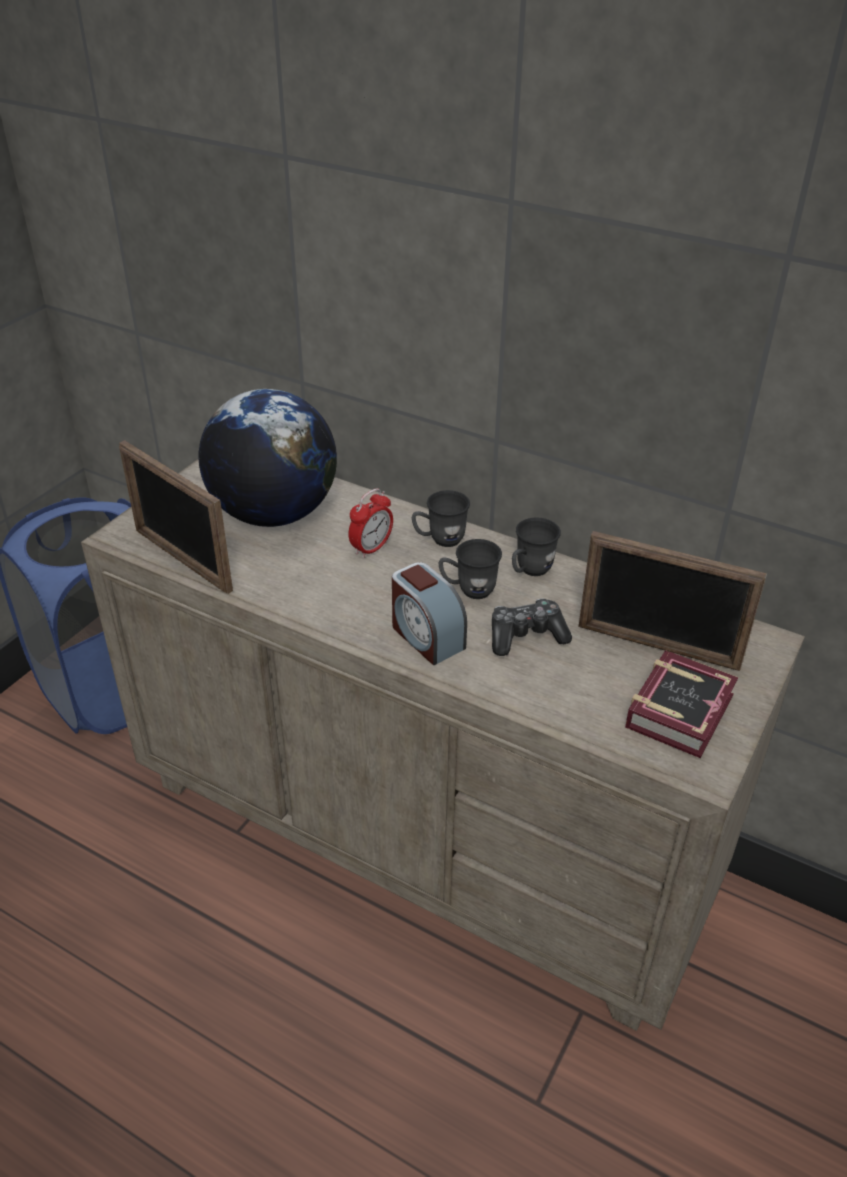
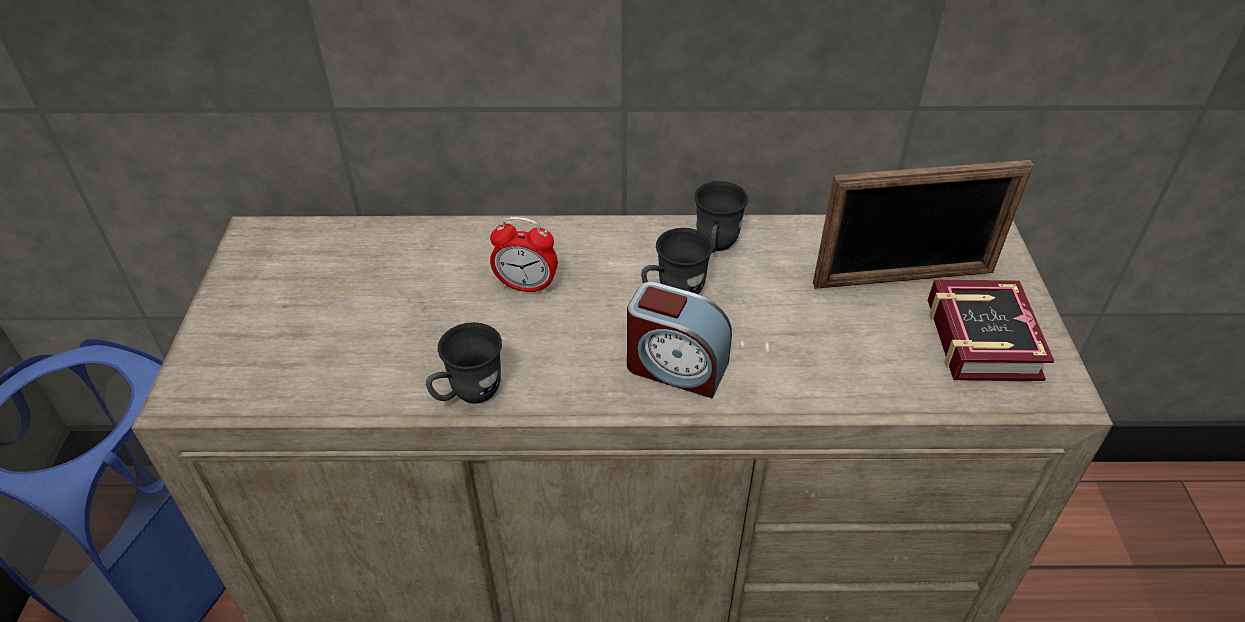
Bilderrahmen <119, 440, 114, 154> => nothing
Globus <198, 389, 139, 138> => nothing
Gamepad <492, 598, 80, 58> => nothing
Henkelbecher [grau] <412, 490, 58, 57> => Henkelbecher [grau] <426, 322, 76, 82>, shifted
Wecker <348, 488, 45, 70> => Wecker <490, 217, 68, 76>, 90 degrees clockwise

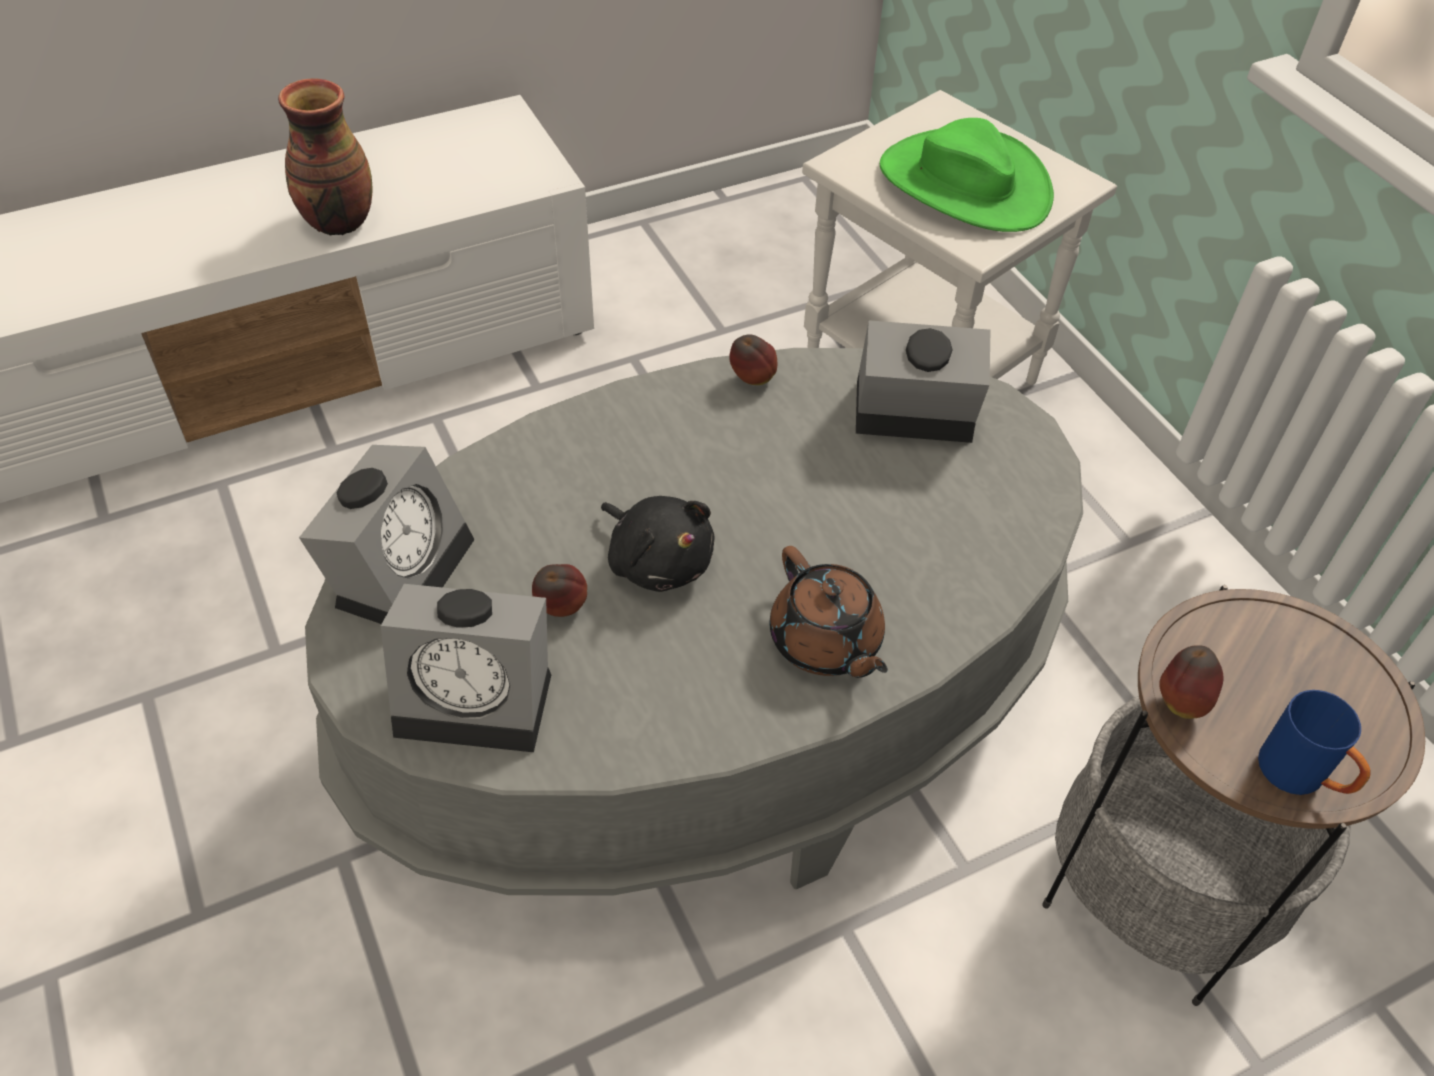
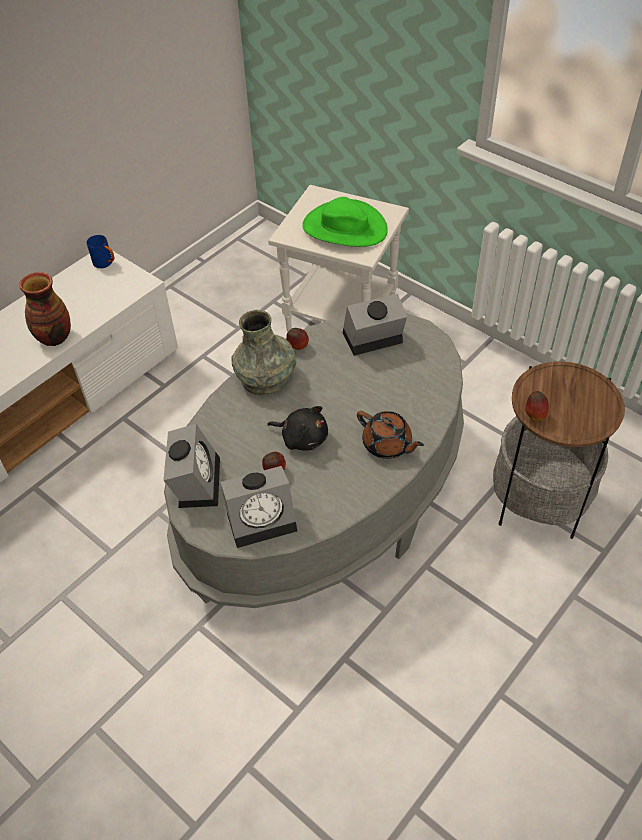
nothing => Vase [grau] <231, 310, 65, 85>
Henkelbecher [blau] <1258, 690, 113, 105> => Henkelbecher [blau] <86, 235, 28, 33>, shifted

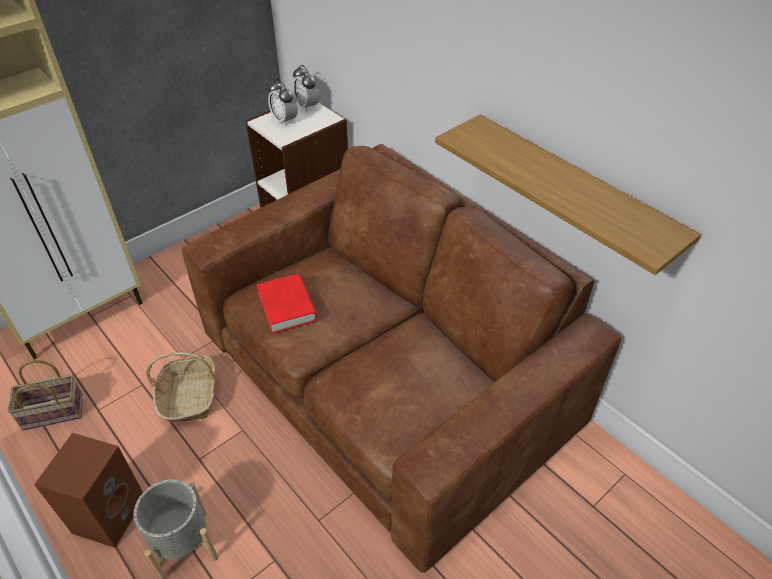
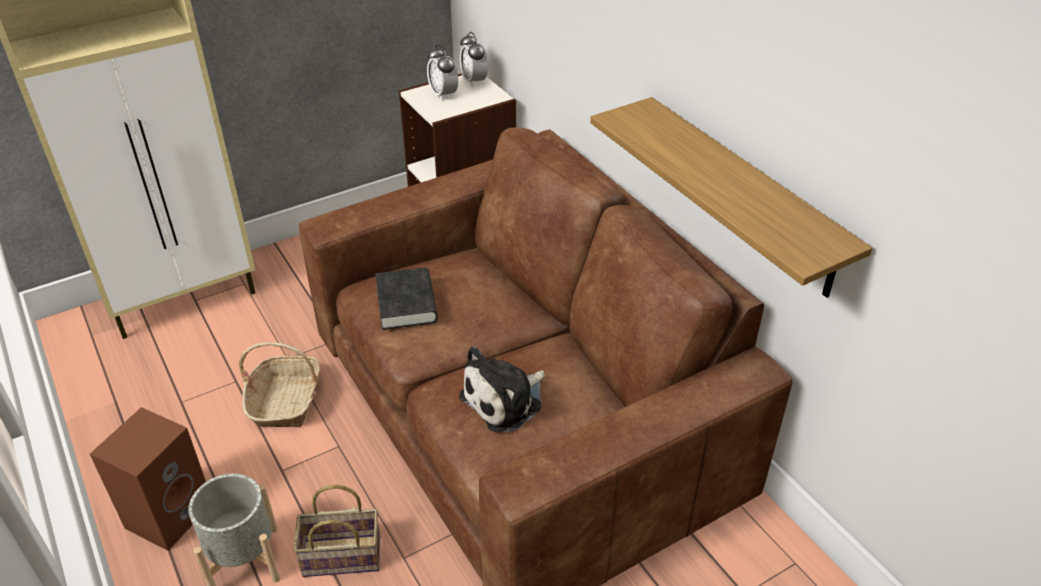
nothing => Plüschtier <459, 346, 86, 86>
Korb <8, 360, 75, 70> => Korb <293, 485, 88, 92>, shifted
Buch [rot] <256, 274, 61, 60> => Buch [schwarz] <375, 267, 63, 63>

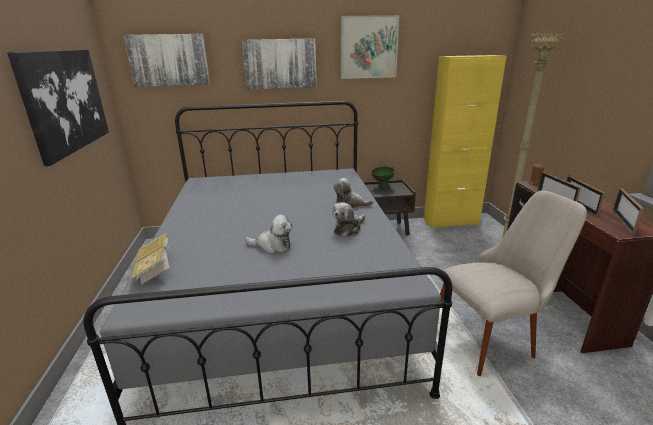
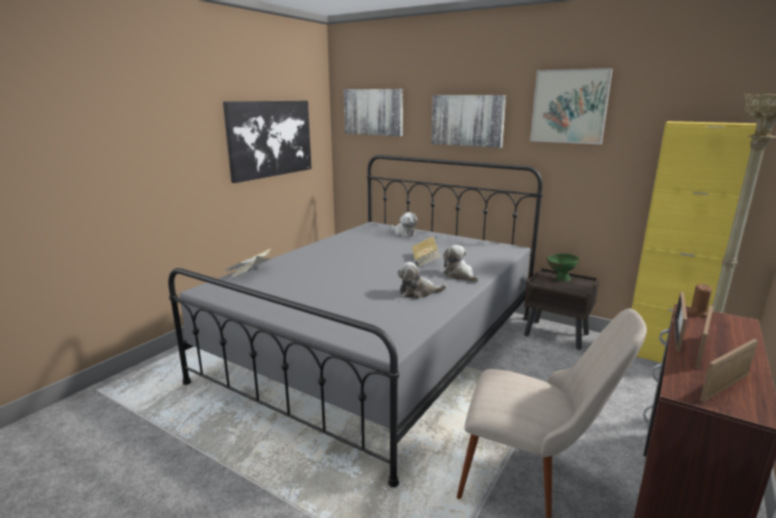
nothing => Buch <412, 236, 29, 31>
Plüschtier <245, 215, 48, 39> => Plüschtier <391, 212, 27, 25>, shifted

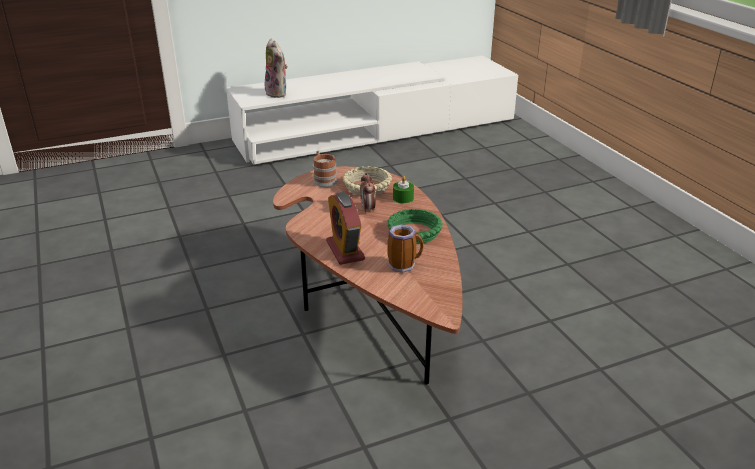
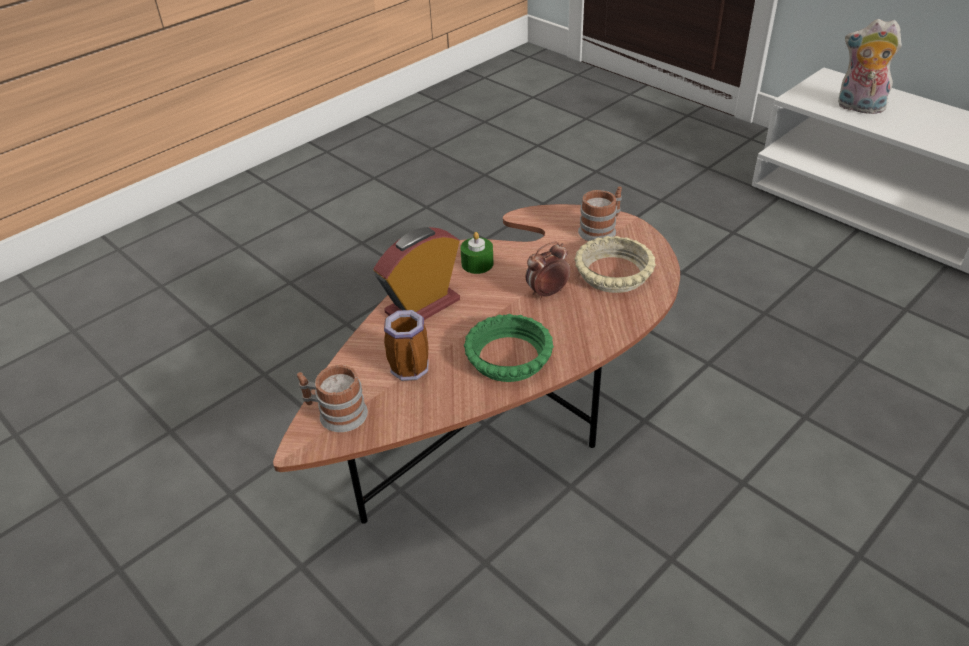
nothing => Henkelbecher <297, 365, 71, 67>
Kerze [grün] <393, 176, 21, 28> => Kerze [grün] <460, 232, 34, 42>, shifted
Plüschtier <265, 39, 23, 59> => Plüschtier <838, 19, 64, 97>, 75 degrees clockwise

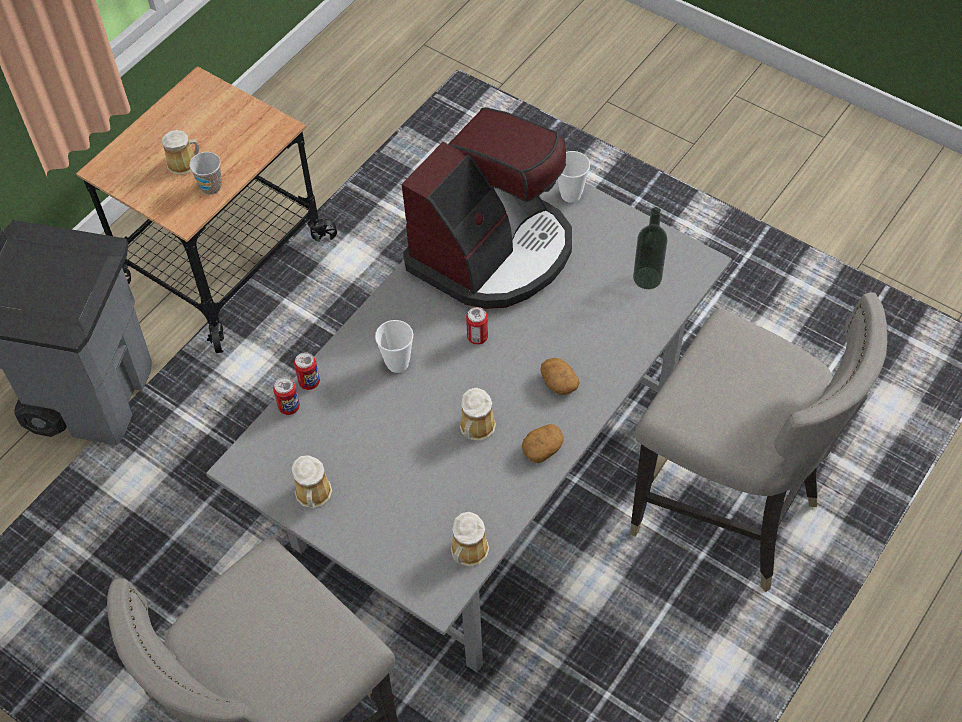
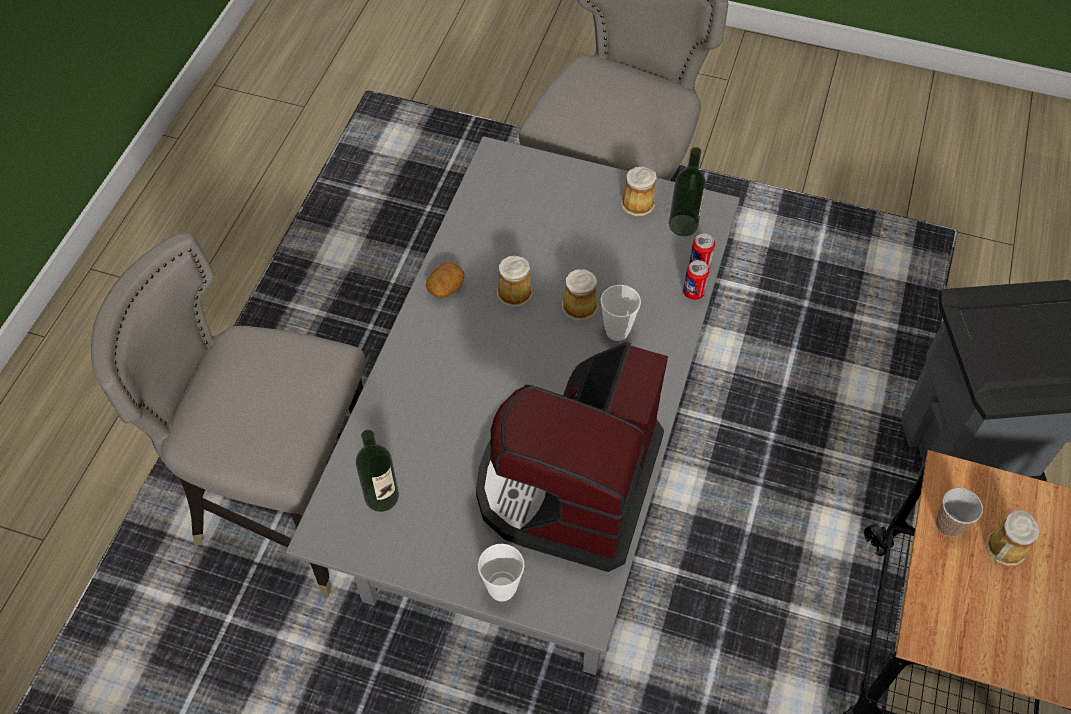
Dose <466, 307, 22, 38> => nothing
Kartoffel <540, 358, 40, 37> => nothing
nothing => Flasche <669, 147, 37, 89>
Henkelbecher <451, 512, 38, 54> => Henkelbecher <562, 269, 36, 51>, shifted

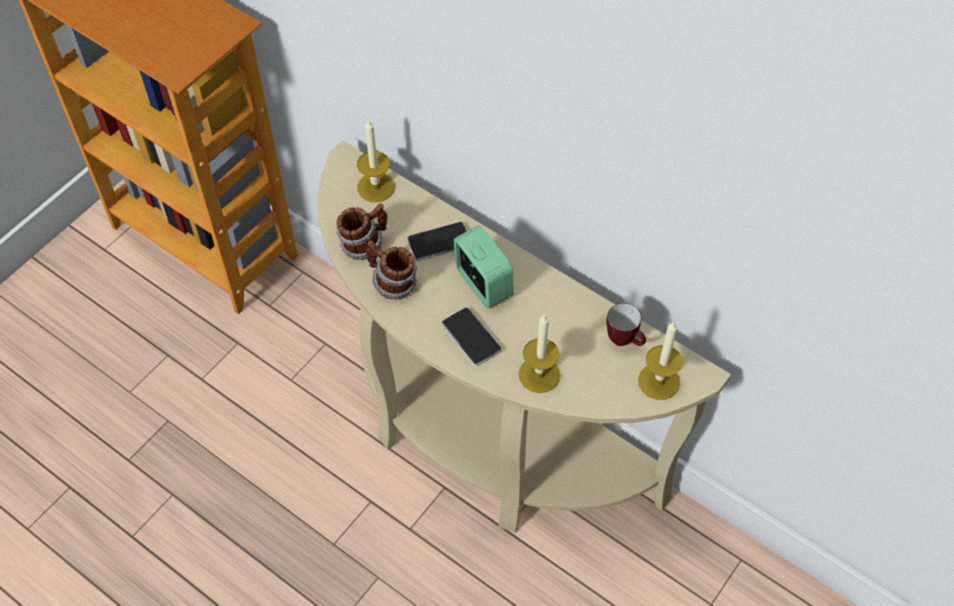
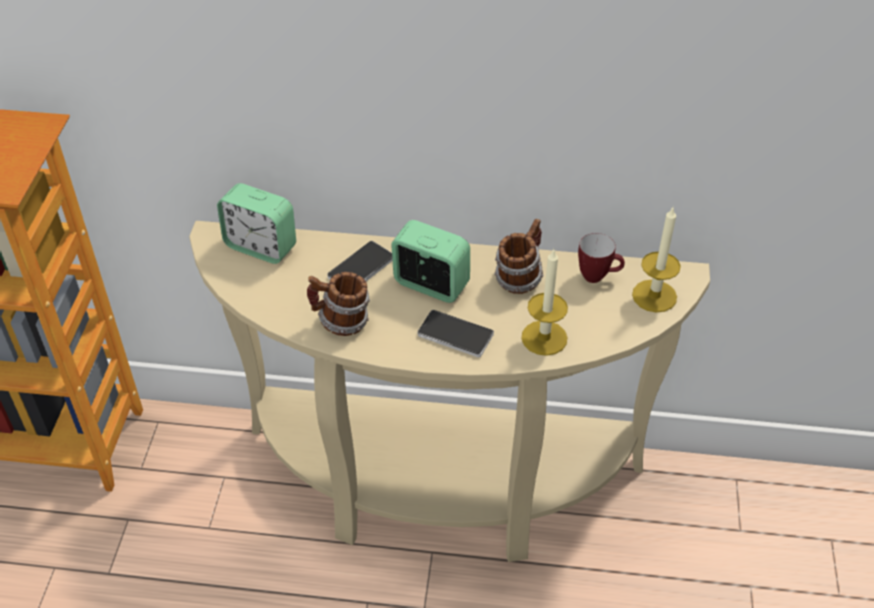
Henkelbecher <336, 203, 52, 57> => Henkelbecher <494, 219, 49, 75>, shifted
Kerze <357, 119, 38, 83> => Wecker <217, 183, 79, 81>

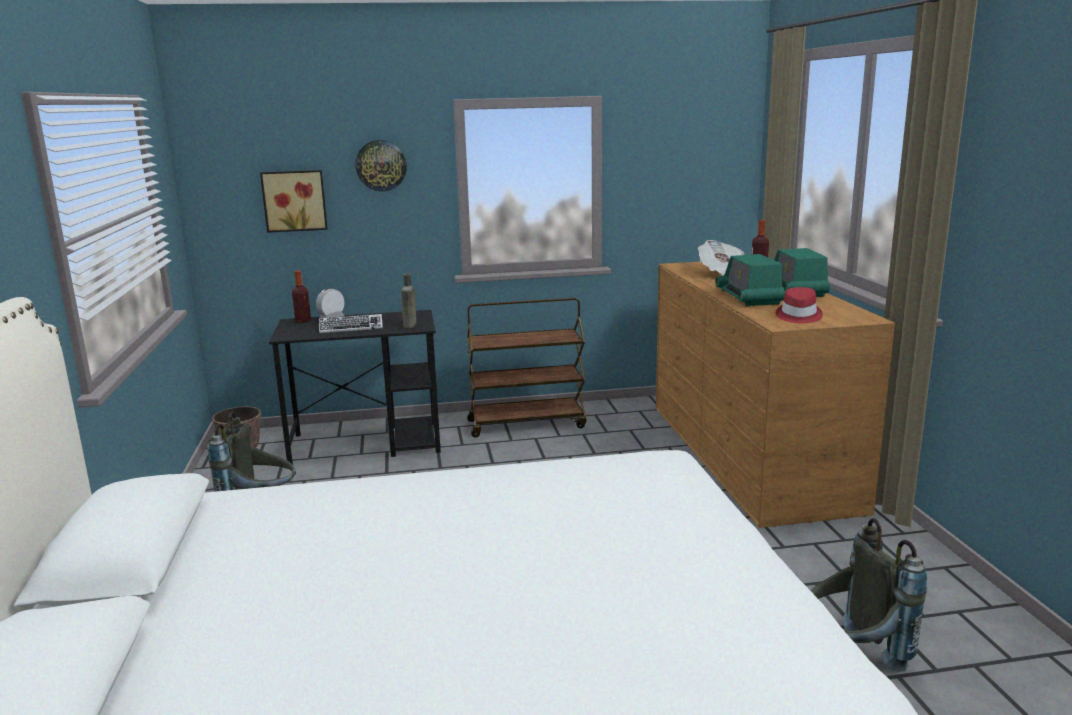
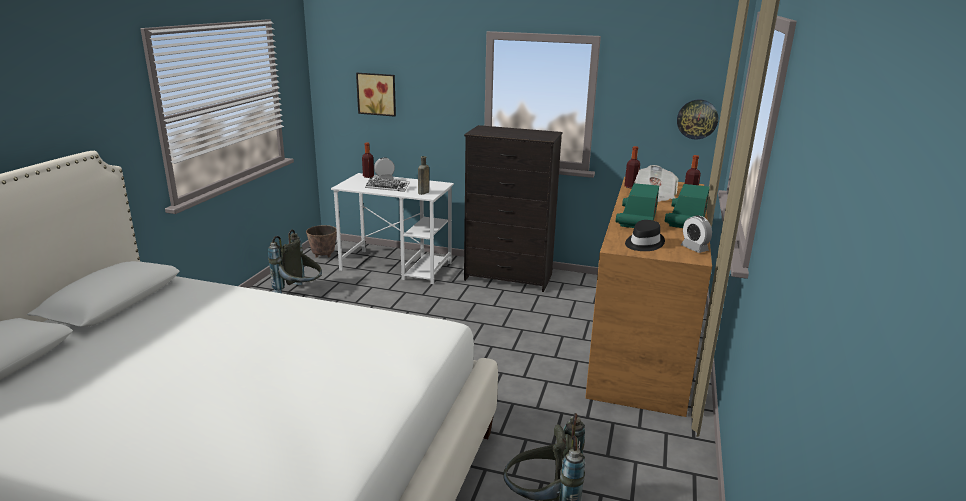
nothing => Flasche <624, 146, 16, 43>
nothing => Wecker <681, 215, 31, 38>
Wanduhr <355, 140, 52, 52> => Wanduhr <677, 99, 41, 41>, shifted
Rollwagen [braun] <467, 298, 120, 140> => Kommode [schwarz] <464, 125, 98, 167>
Schreibtisch [schwarz] <269, 310, 172, 155> => Schreibtisch [weiß] <331, 173, 123, 111>
Hut [rot] <776, 287, 47, 36> => Hut [schwarz] <625, 220, 40, 31>

